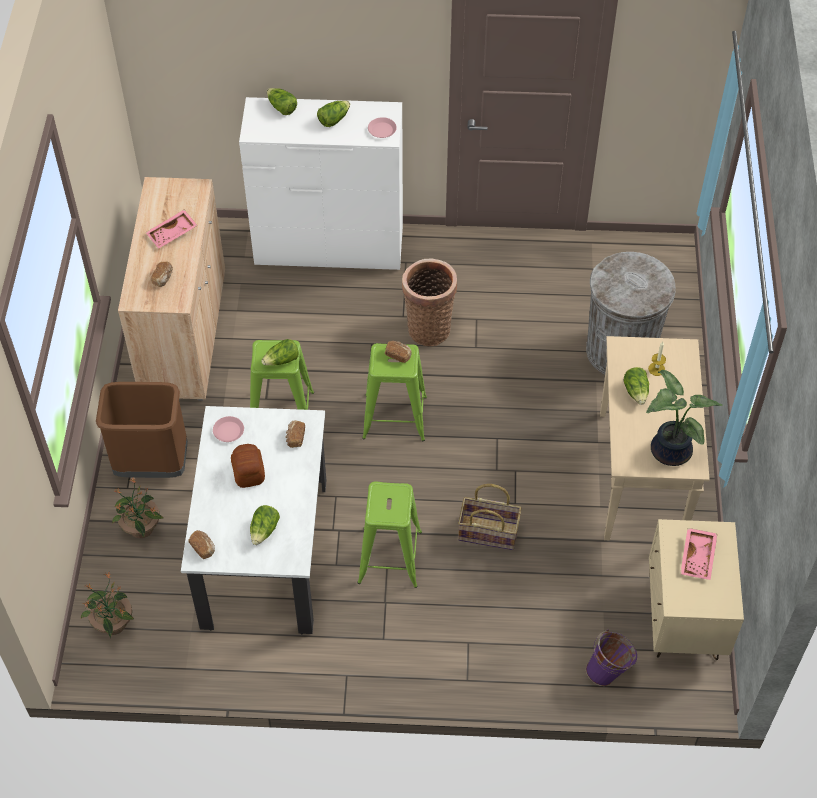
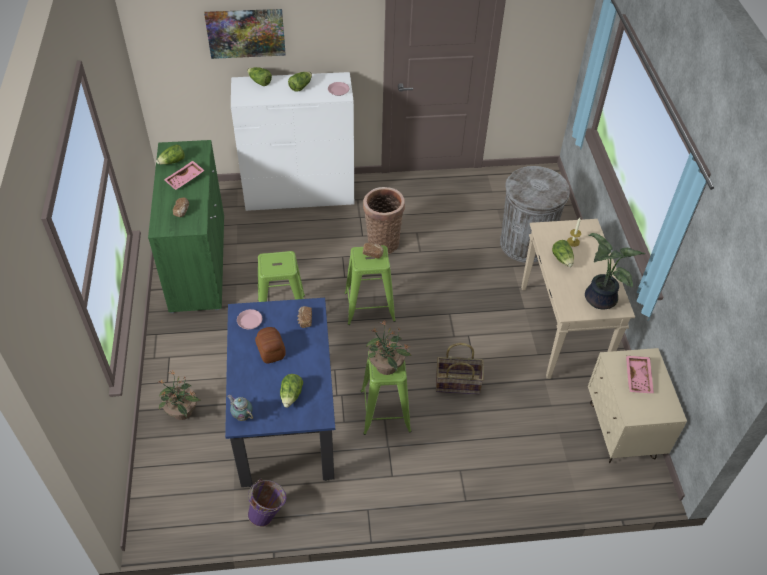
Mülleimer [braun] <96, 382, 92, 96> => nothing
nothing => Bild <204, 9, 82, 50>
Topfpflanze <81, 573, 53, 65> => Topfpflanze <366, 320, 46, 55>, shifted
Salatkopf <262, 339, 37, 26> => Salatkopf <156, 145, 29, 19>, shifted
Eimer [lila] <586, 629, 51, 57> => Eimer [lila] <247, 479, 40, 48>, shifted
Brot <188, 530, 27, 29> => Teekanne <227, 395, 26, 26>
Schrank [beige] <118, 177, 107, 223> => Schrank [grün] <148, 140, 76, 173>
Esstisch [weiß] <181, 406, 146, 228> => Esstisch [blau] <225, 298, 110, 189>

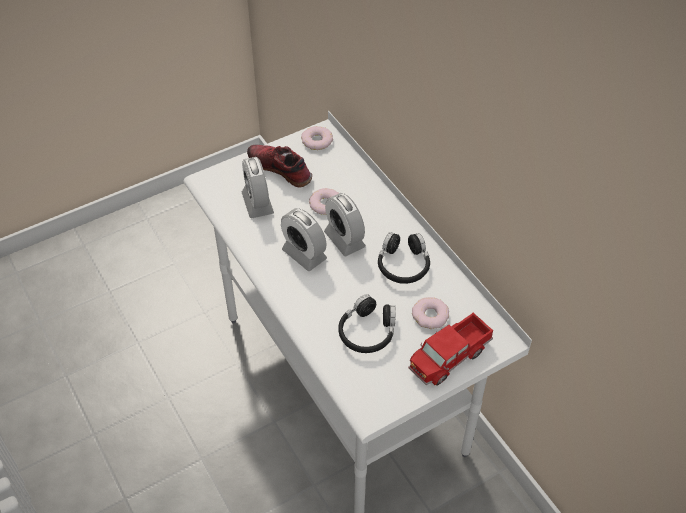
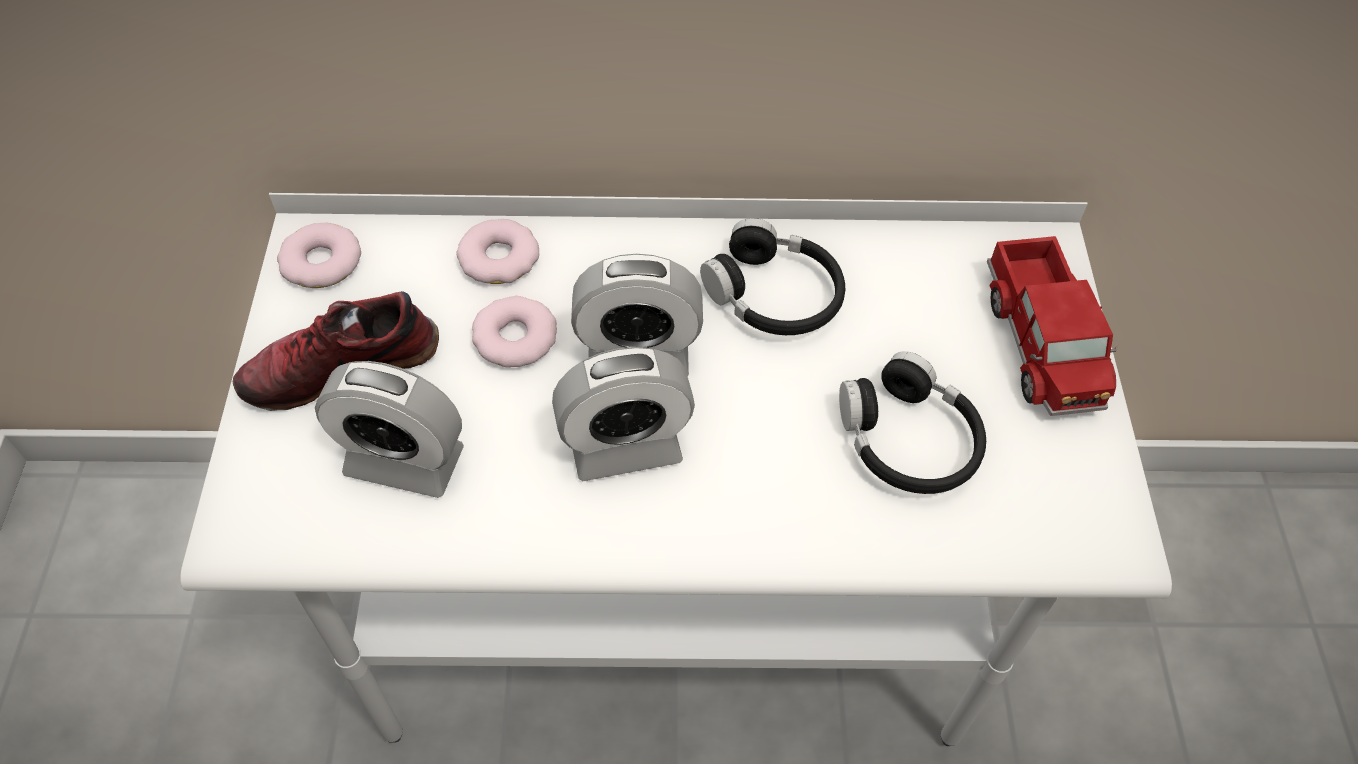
Donut <412, 297, 37, 32> => Donut <456, 219, 83, 65>, shifted

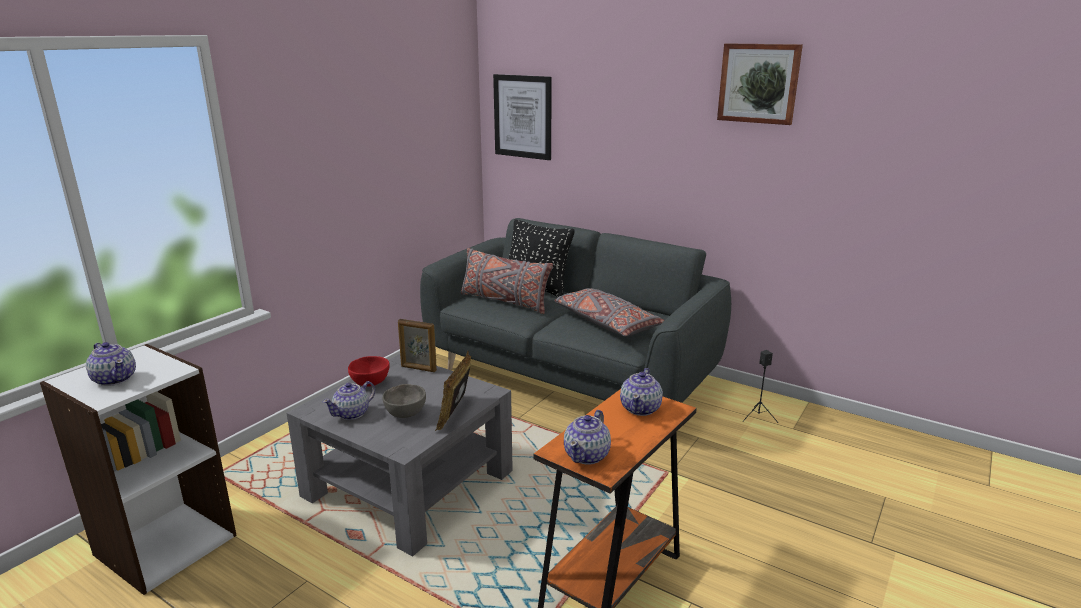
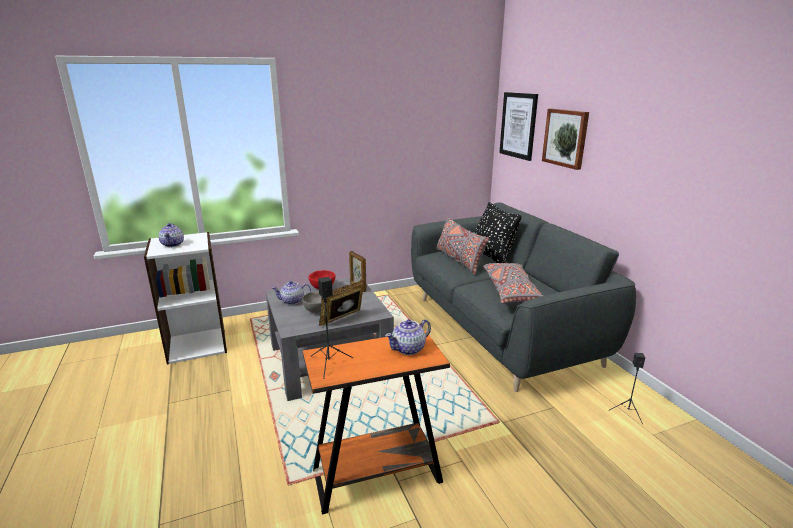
Bild <717, 43, 86, 82> => Bild <542, 109, 47, 61>, shifted
Teekanne <564, 410, 47, 55> => Lautsprecher [schwarz] <310, 277, 43, 102>

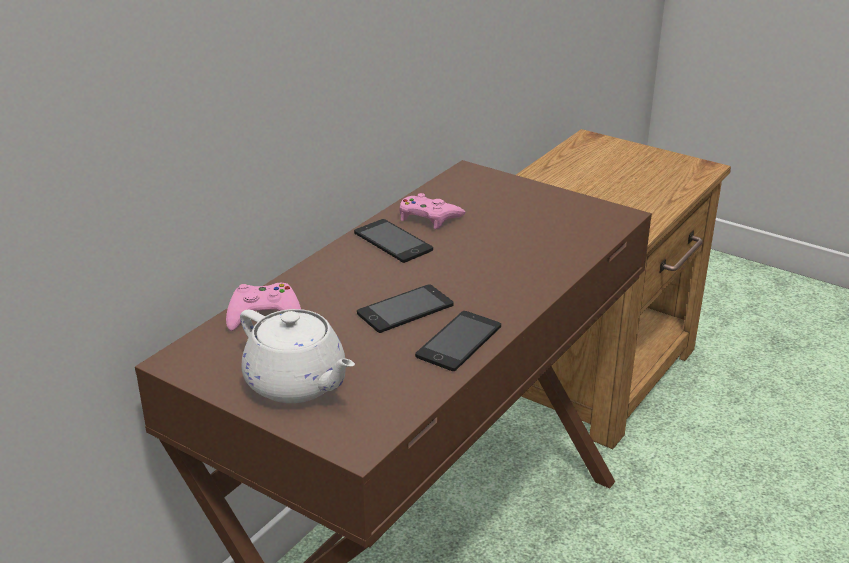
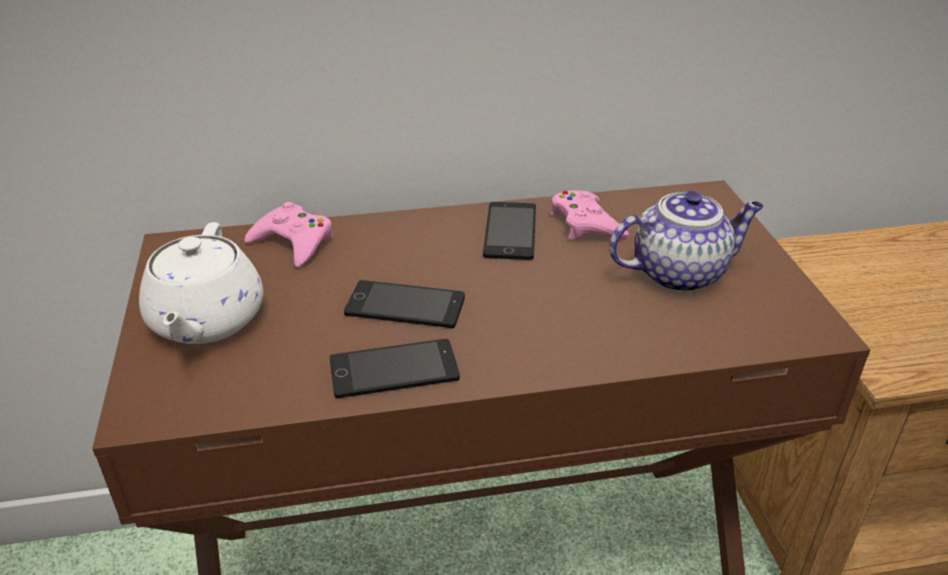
nothing => Teekanne <609, 191, 155, 101>

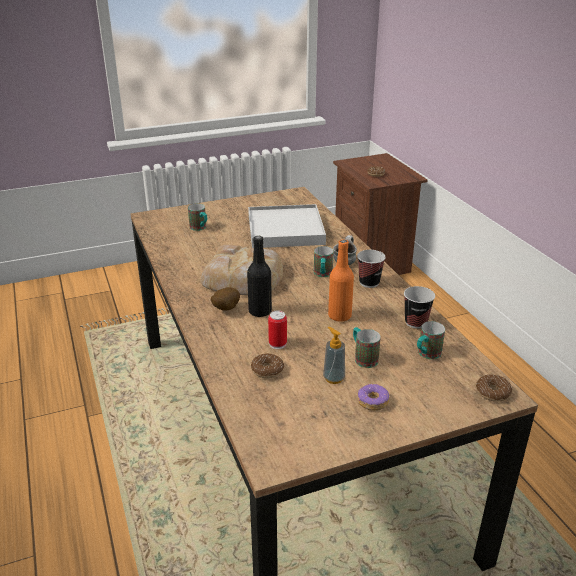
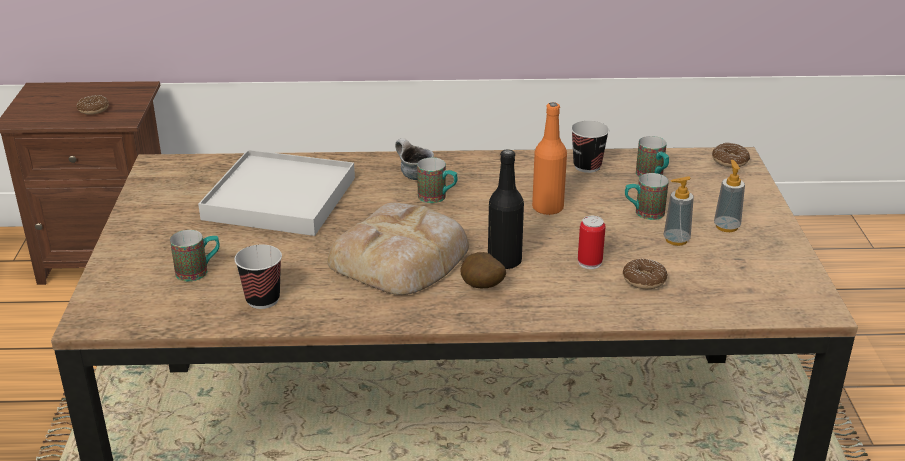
Tasse <357, 250, 29, 38> => Tasse <234, 244, 48, 65>, shifted
Donut <358, 384, 31, 27> => Seifenspender <714, 160, 31, 72>

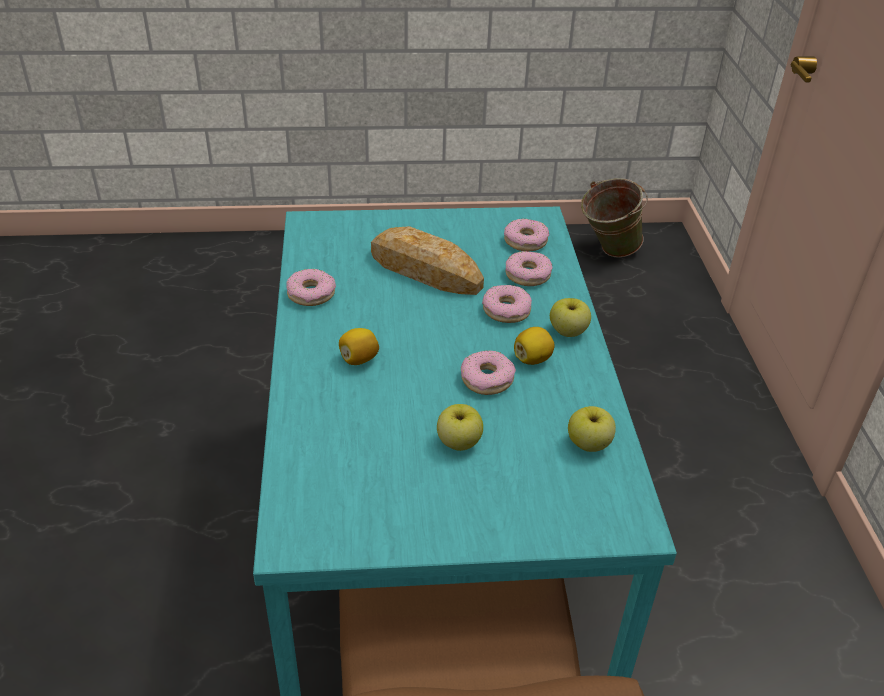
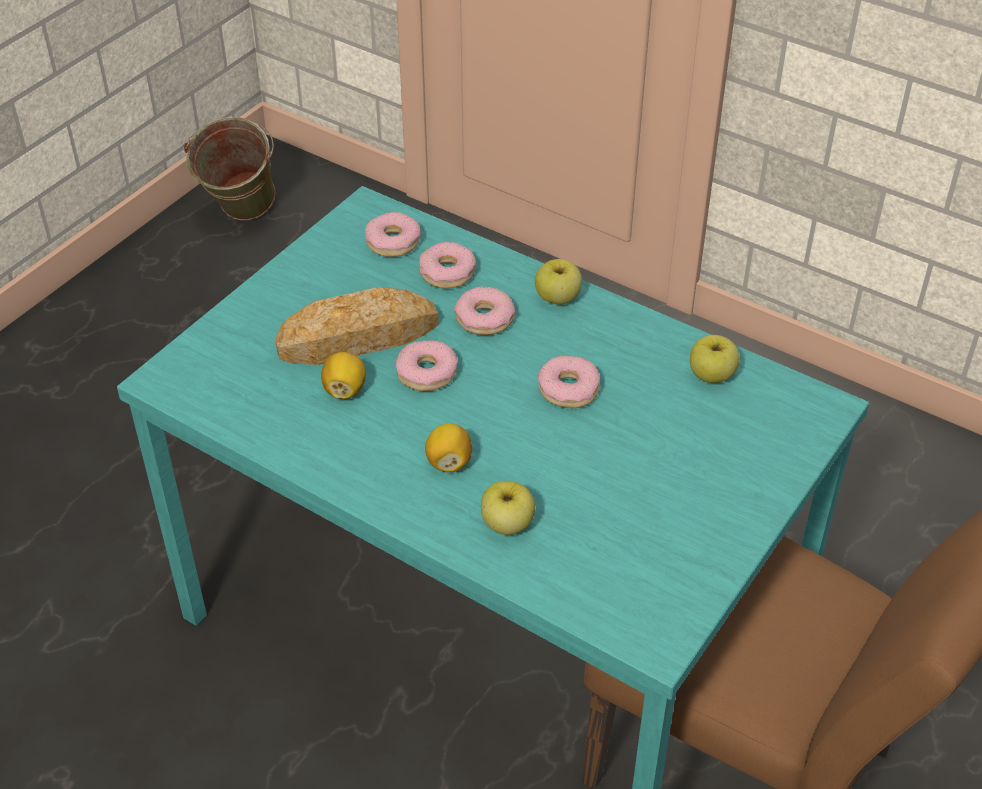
Donut <286, 269, 50, 37> => Donut <395, 340, 63, 51>, shifted
Apfel <437, 404, 46, 47> => Apfel <481, 481, 54, 54>, shifted
Zitrone <514, 327, 40, 38> => Zitrone <321, 352, 45, 47>, shifted

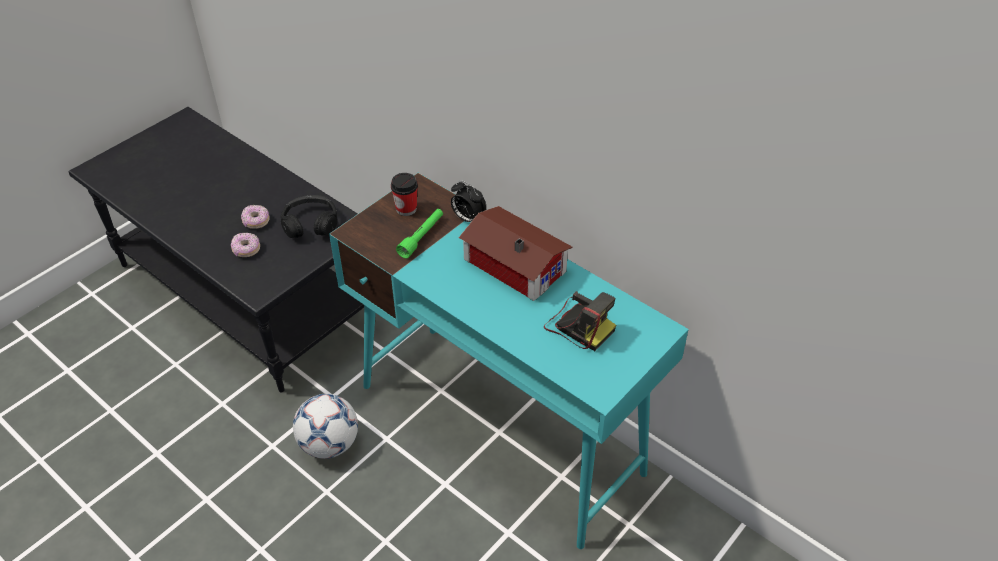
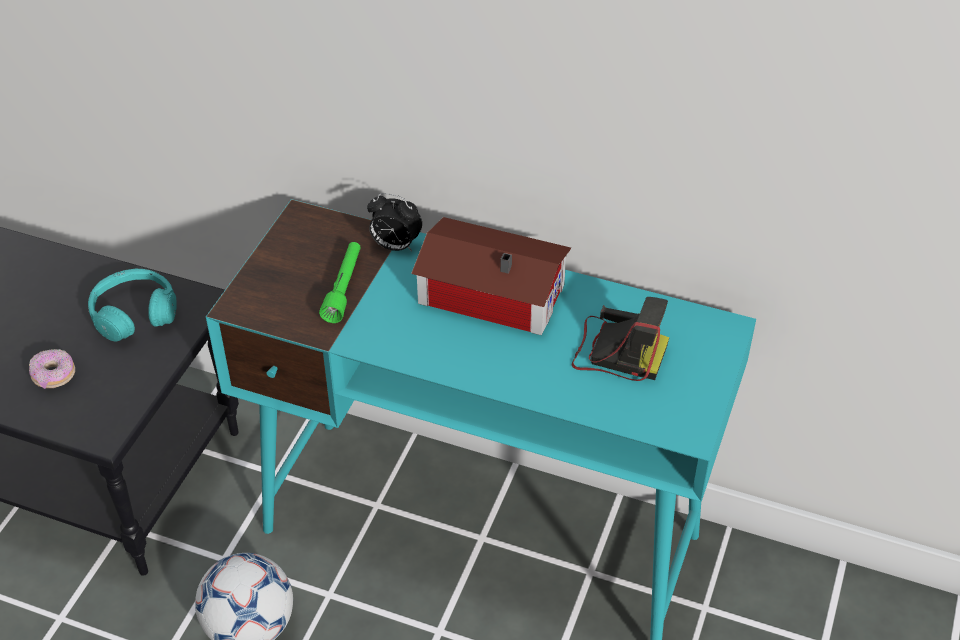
Donut <241, 205, 29, 24> => nothing
Tasse <391, 173, 27, 43> => nothing
Kopfhörer [schwarz] <281, 195, 56, 43> => Kopfhörer [türkis] <88, 269, 89, 73>

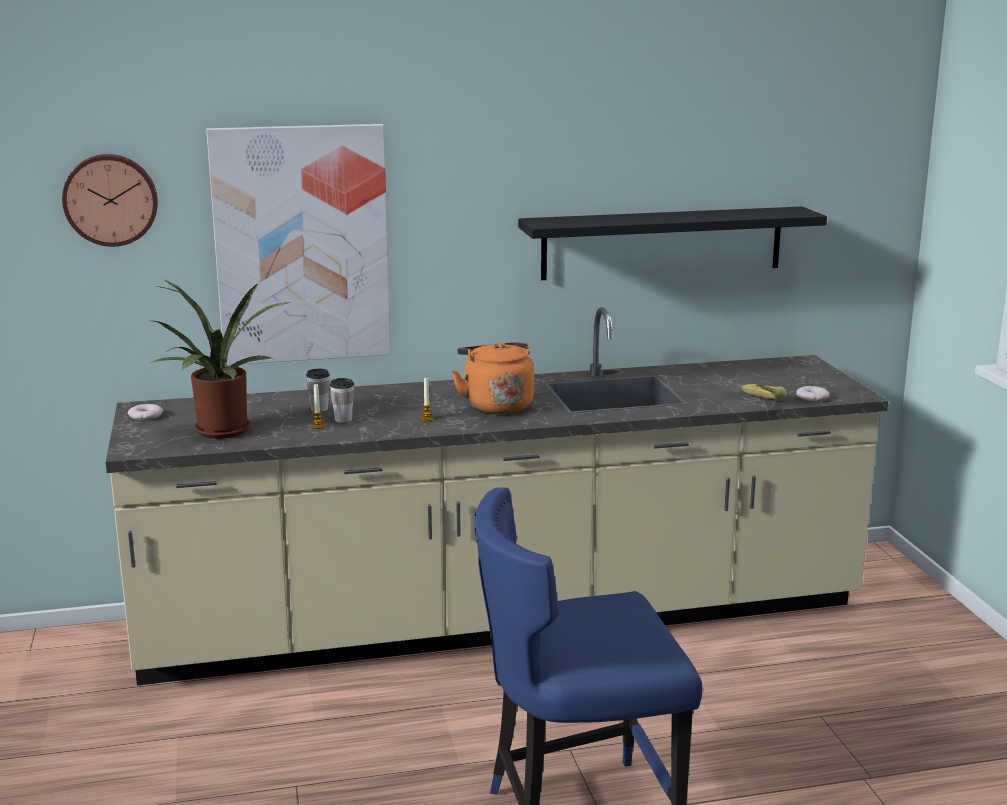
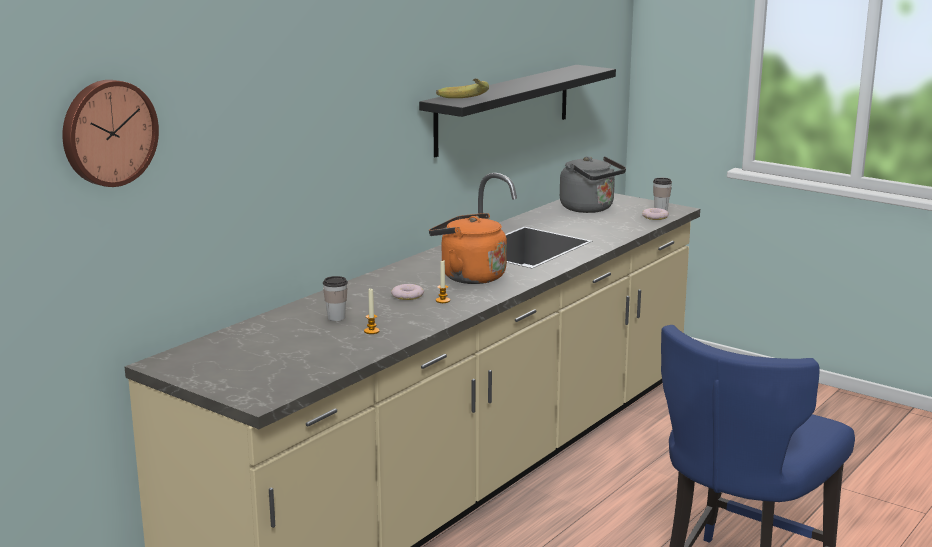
Topfpflanze <149, 279, 142, 160> => nothing
Bild <206, 124, 185, 241> => nothing
nothing => Wasserkessel [grau] <560, 156, 66, 57>
Donut <128, 404, 35, 16> => Donut <391, 284, 33, 16>, shifted
Tasse <330, 378, 24, 45> => Tasse <653, 178, 19, 32>, shifted
Banane <740, 384, 47, 16> => Banane <436, 78, 53, 20>, shifted

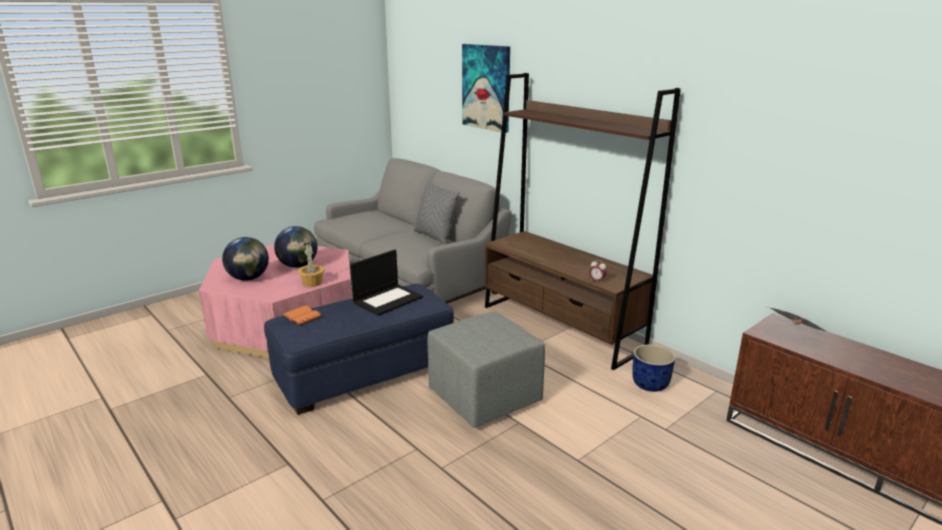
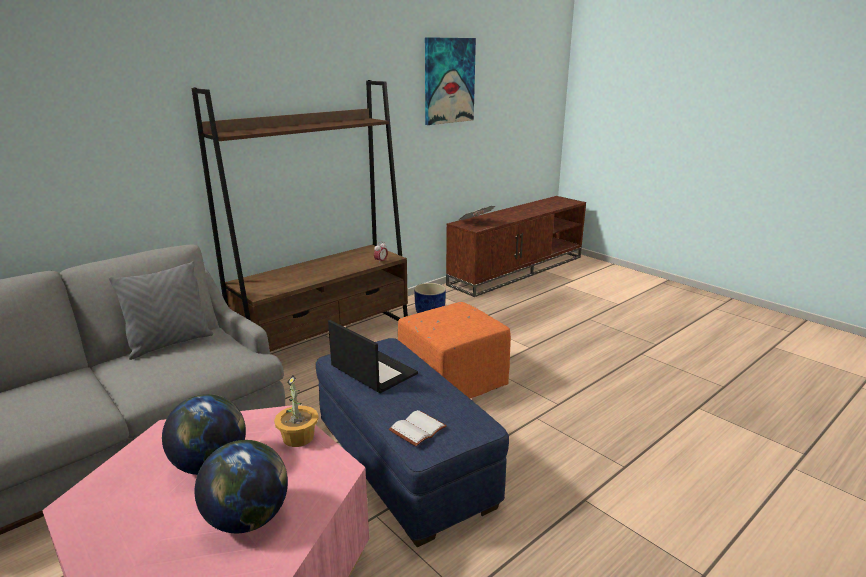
Bild <462, 44, 48, 89> => Bild <425, 37, 51, 88>, shifted
Buch [orange] <282, 305, 40, 20> => Buch [weiß] <389, 410, 58, 36>
Polsterhocker [grau] <427, 311, 118, 117> => Polsterhocker [orange] <398, 302, 113, 96>

